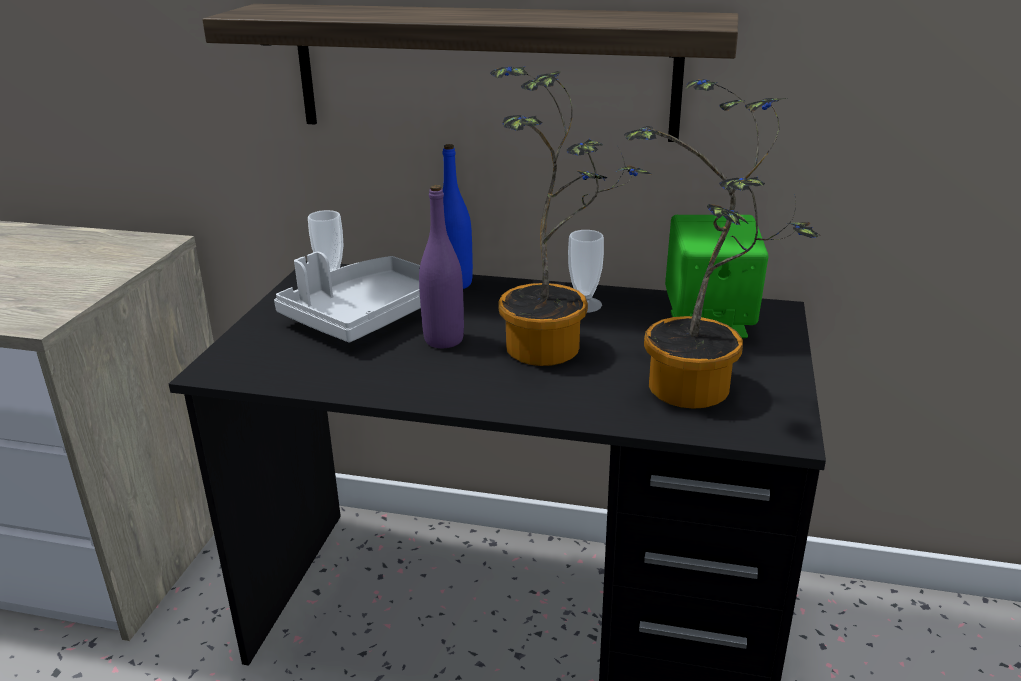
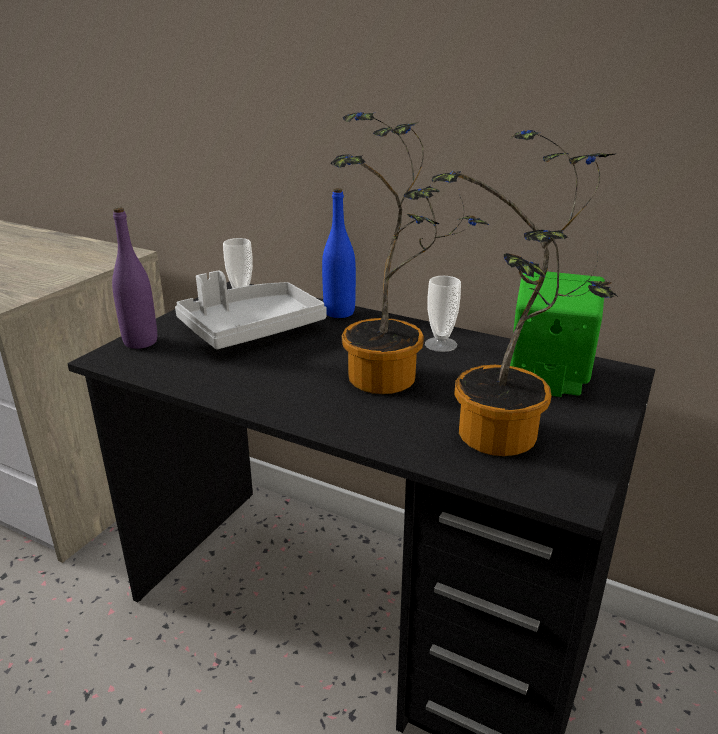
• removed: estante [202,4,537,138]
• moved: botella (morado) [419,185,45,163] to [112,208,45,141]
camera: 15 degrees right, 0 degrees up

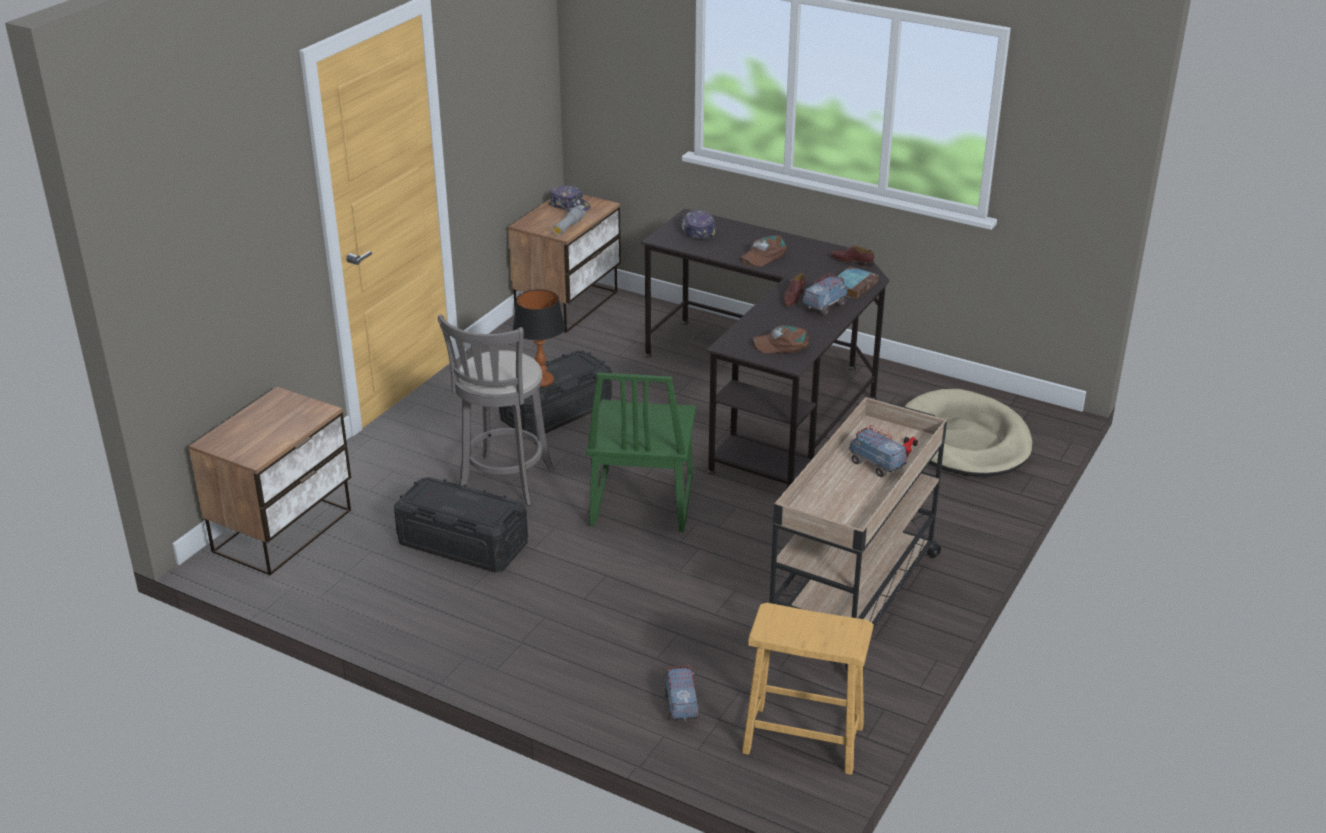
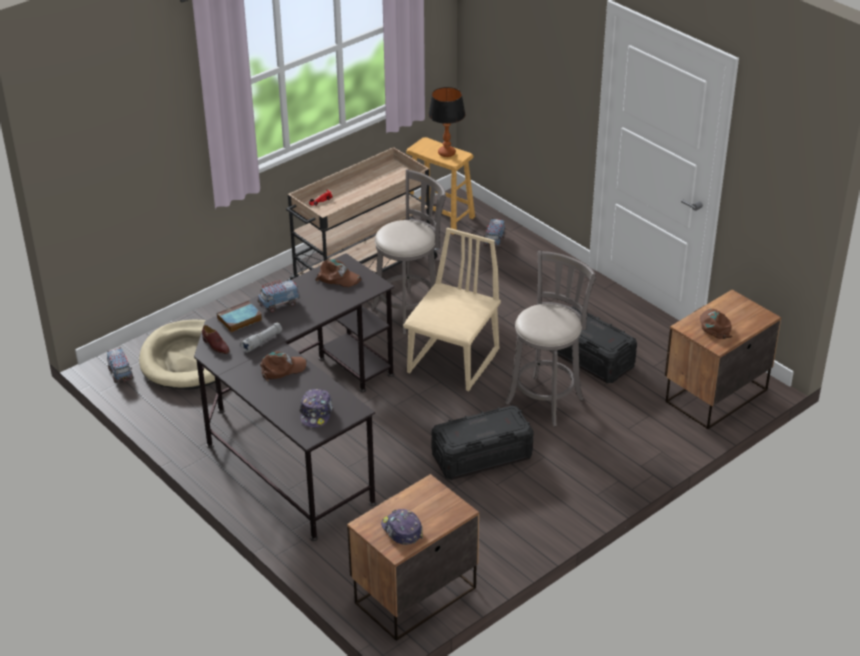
• moved: lámpara de mesa [513,289,52,98] to [428,87,37,70]
• moved: linterna (gris) [553,206,32,30] to [240,322,42,31]
• recoloured: silla (verde) [586,372,110,160] to silla (beis) [403,227,98,164]
• removed: zapato (marrón) [783,273,22,33]
• moved: camión de juguete [848,425,59,52] to [107,347,26,36]
• added: taburete (gris) [371,169,75,166]
• added: gorra (marrón) [700,309,32,30]
camera: 160 degrees left, 5 degrees up

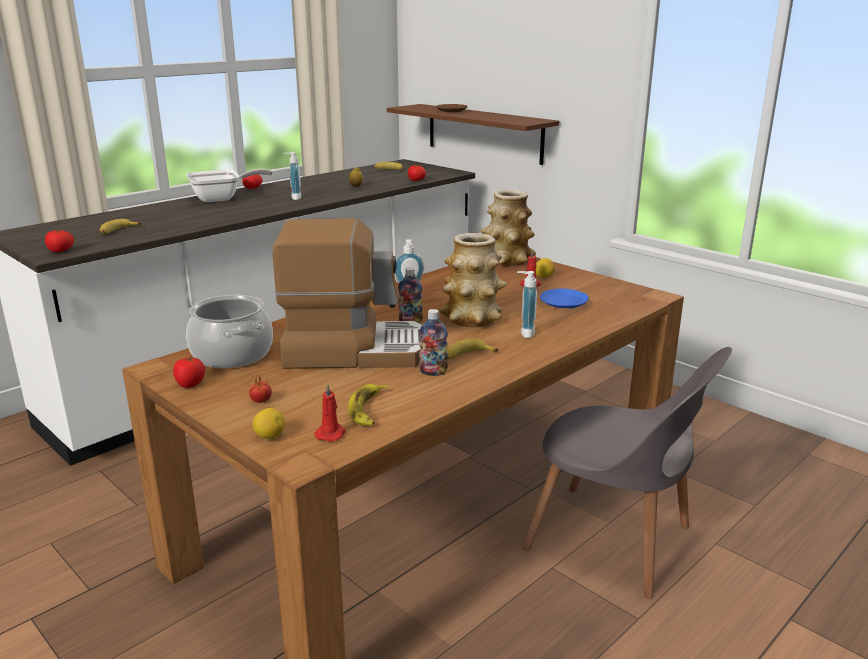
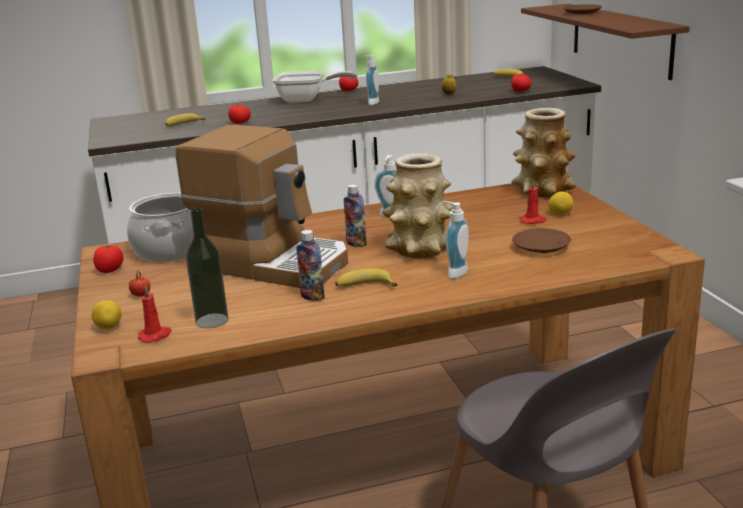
• moved: tomate [45,230,29,22] to [228,105,23,19]
• replaced: plátano [348,384,40,42] to botella [186,207,42,121]
• recoloured: plato (azul) [540,289,49,19] to plato (marrón) [512,228,59,25]
camera: 30 degrees right, 0 degrees up

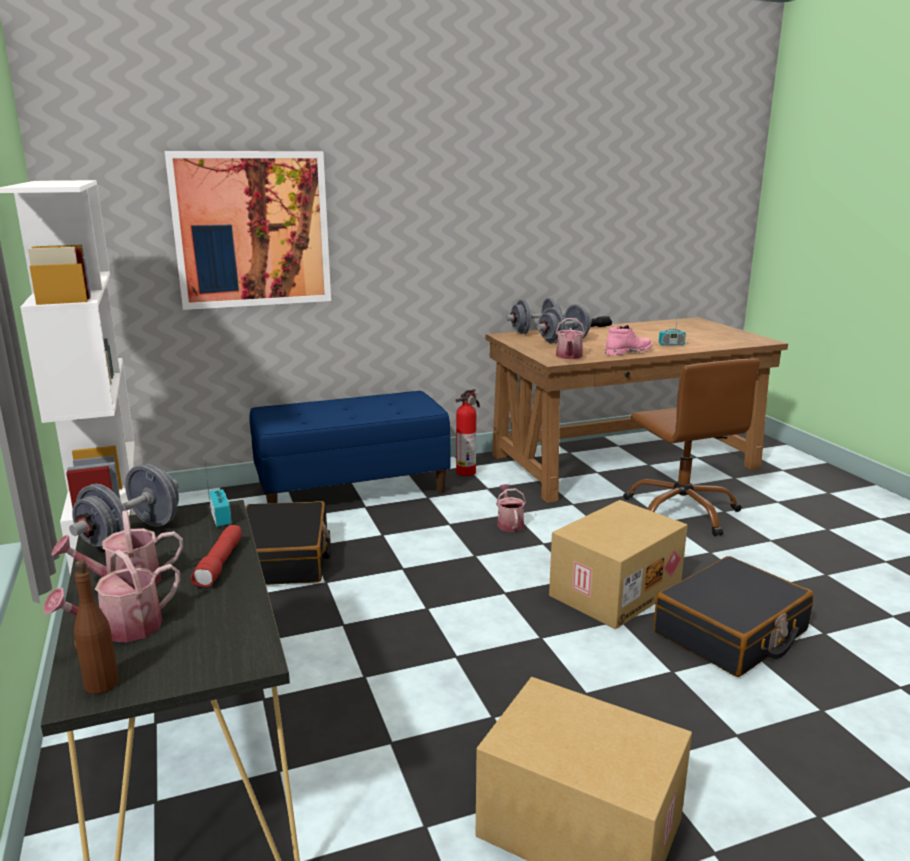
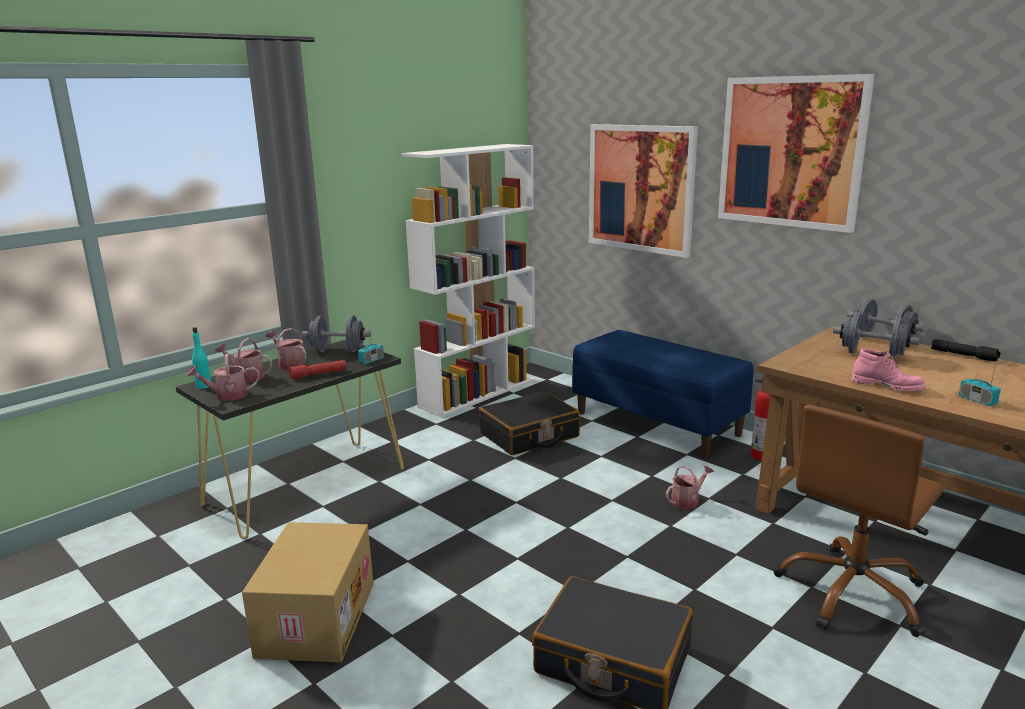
• recoloured: botella (marrón) [74,560,45,134] to botella (turquesa) [192,327,19,62]
• removed: caja de cartón [549,500,139,129]
• moved: regadera [556,318,29,41] to [186,354,74,47]
• added: cuadro [718,74,157,159]
camera: 65 degrees right, 0 degrees up

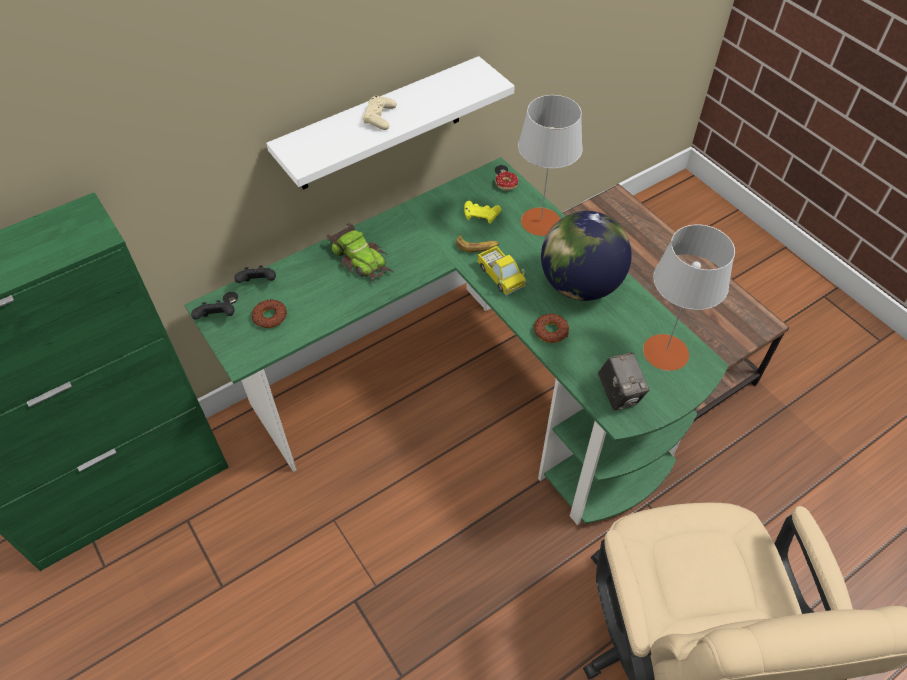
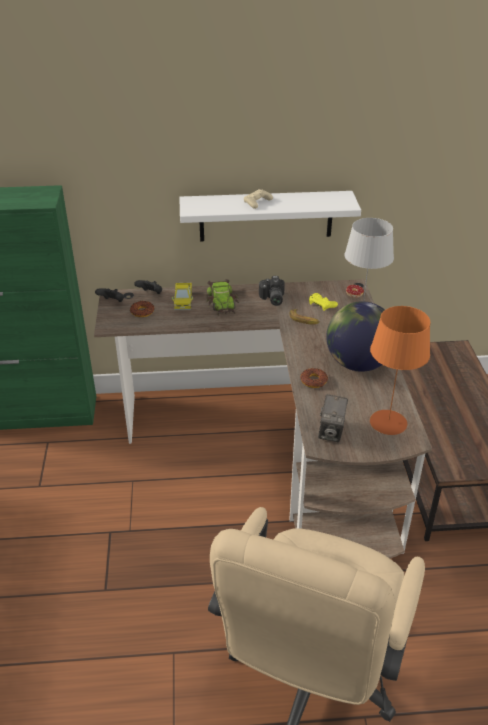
• recoloured: escritorio (verde) [184,157,545,368] to escritorio (marrón) [94,279,338,280]
• moved: camión de juguete [477,246,49,50] to [172,283,21,27]
• recoloured: lámpara de mesa (gris) [643,224,92,147] to lámpara de mesa (naranja) [370,306,60,129]
• added: cámara [259,276,26,30]
camera: 30 degrees right, 15 degrees down

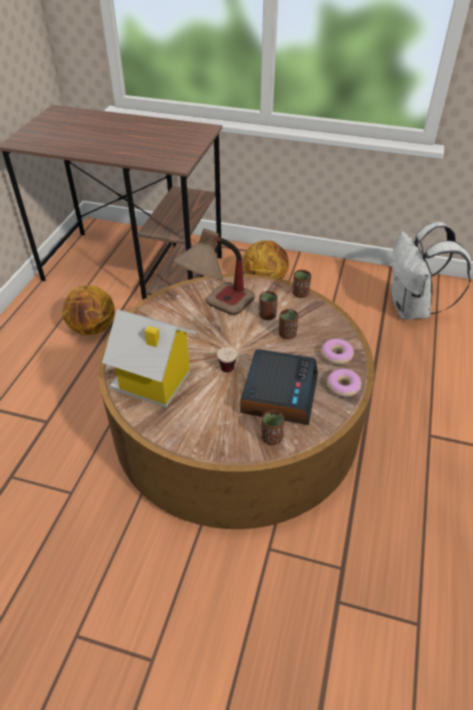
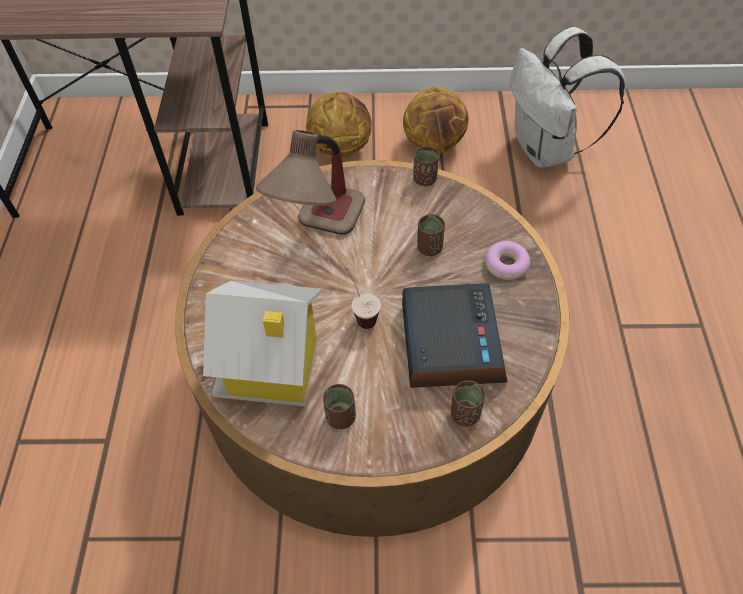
• moved: balón de baloncesto [62,285,53,50] to [403,87,66,67]
• moved: taza (marrón) [259,291,18,29] to [323,384,33,45]
• removed: rosquilla [327,369,34,28]
camera: 15 degrees left, 10 degrees up

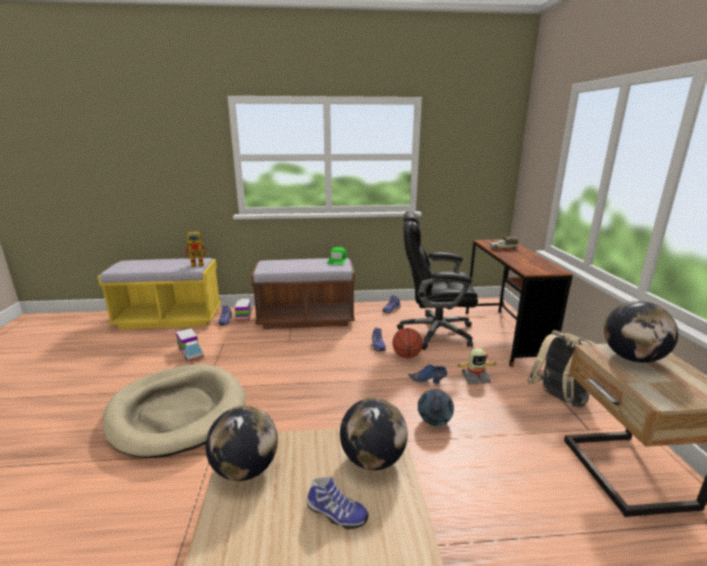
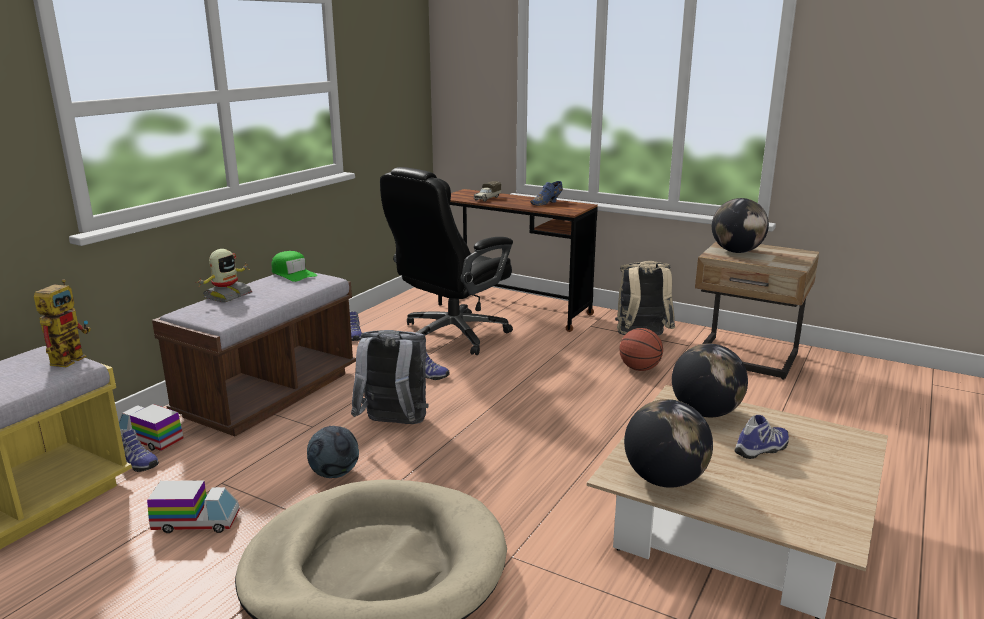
• moved: balón de baloncesto [392,328,31,30] to [619,328,44,43]
• moved: zapato (azul) [408,365,39,19] to [530,181,33,24]
• moved: balón de fútbol [418,389,36,37] to [307,426,52,52]
• moved: robot de juguete [456,348,41,36] to [199,249,53,53]
• added: mochila (gris) [351,330,78,94]
camera: 55 degrees left, 0 degrees up

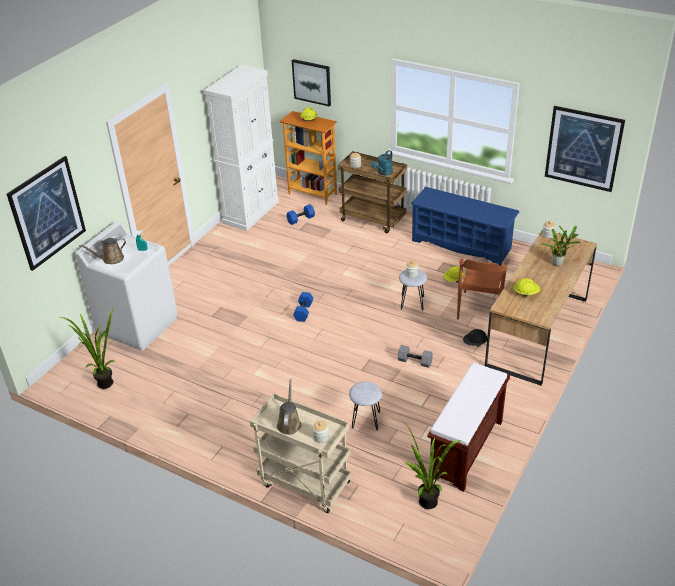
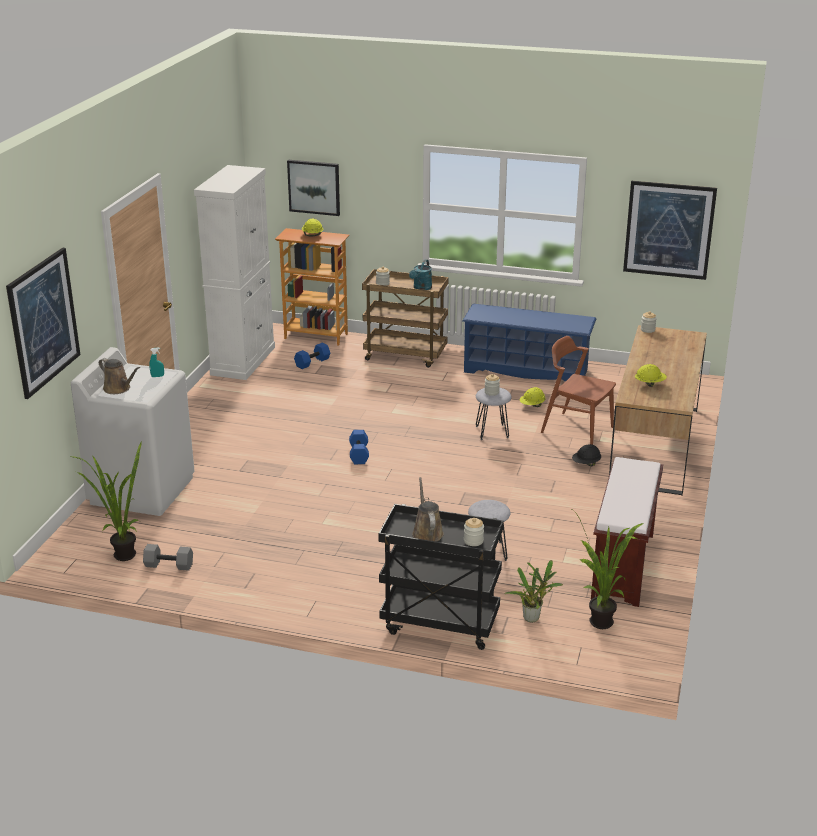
• turned: regadera (marrón) [79,237,47,27] = [99,358,41,36] 105 degrees counterclockwise
• recoloured: carrito (beis) [250,393,101,120] to carrito (negro) [378,504,126,146]
• moved: mancuerna (gris) [397,345,36,23] to [143,544,50,27]
• turned: silla (marrón) [457,259,50,61] = [541,336,75,109] 120 degrees clockwise
• moved: planta en maceta [540,226,41,40] to [504,560,59,63]
camera: 15 degrees left, 10 degrees down

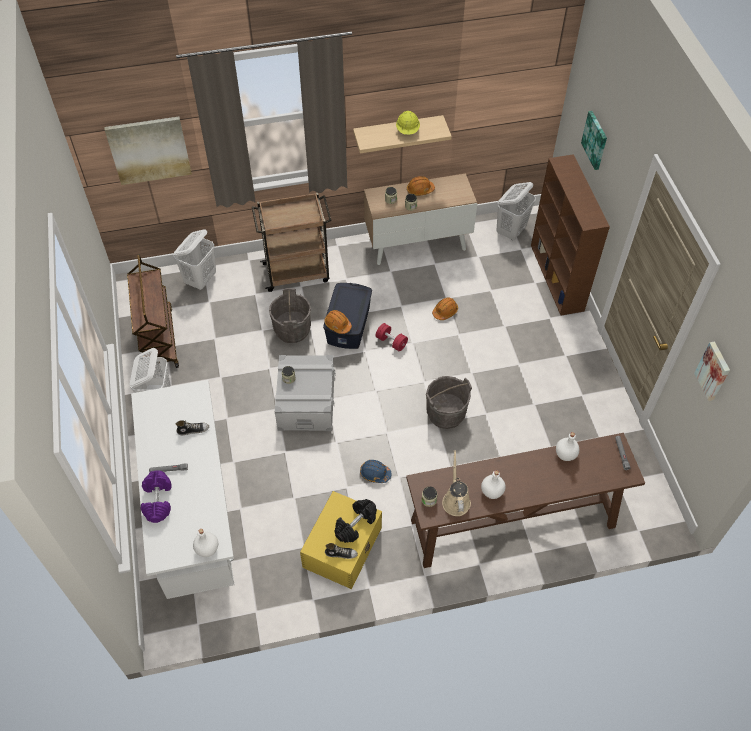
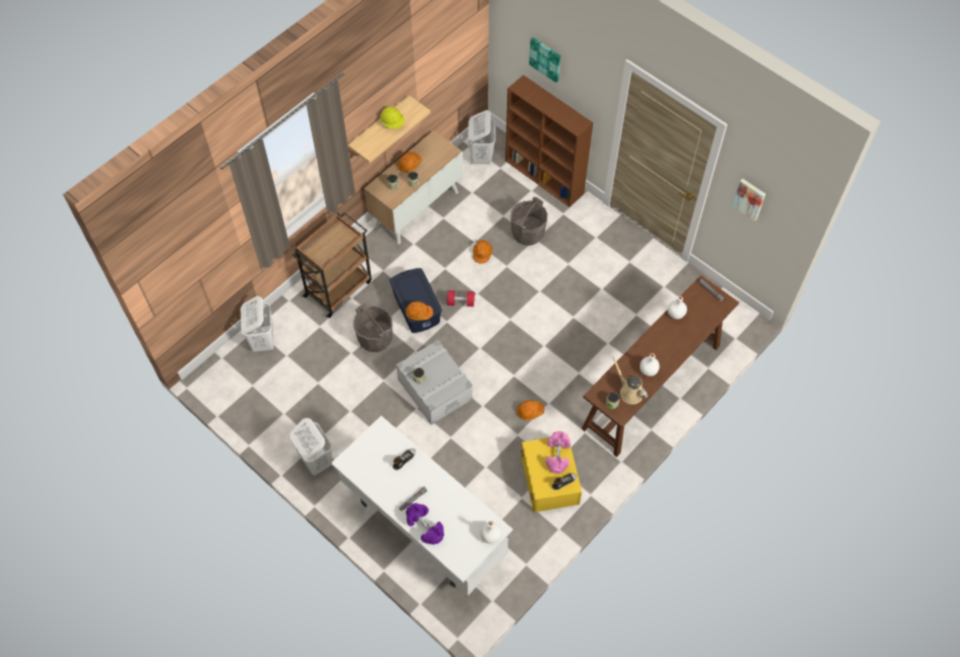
• removed: cuadro [104,117,88,68]
• removed: carrito (marrón) [127,254,52,114]
• recoloured: mancuerna (negro) [334,499,43,44] to mancuerna (rosa) [546,431,25,43]
• recoloured: casco (azul) [360,460,31,23] to casco (naranja) [517,400,27,20]
• moved: cubo (gris) [426,376,46,53] to [511,197,37,49]
camera: 35 degrees left, 5 degrees up

